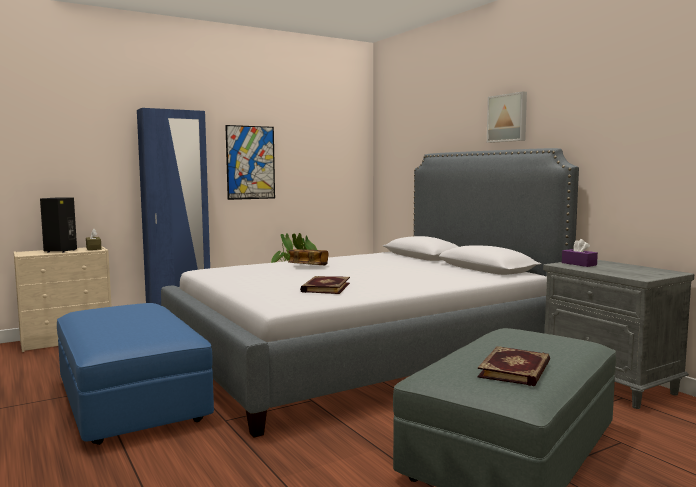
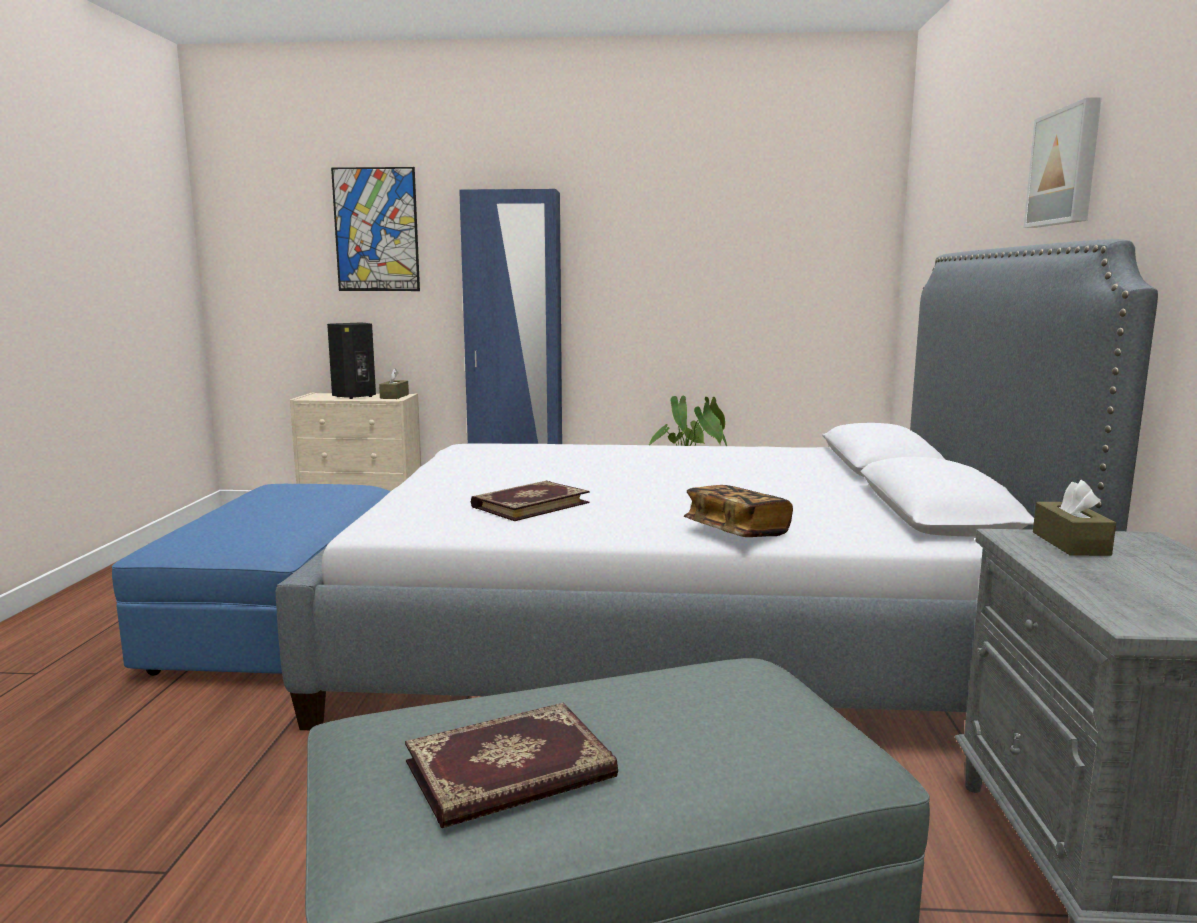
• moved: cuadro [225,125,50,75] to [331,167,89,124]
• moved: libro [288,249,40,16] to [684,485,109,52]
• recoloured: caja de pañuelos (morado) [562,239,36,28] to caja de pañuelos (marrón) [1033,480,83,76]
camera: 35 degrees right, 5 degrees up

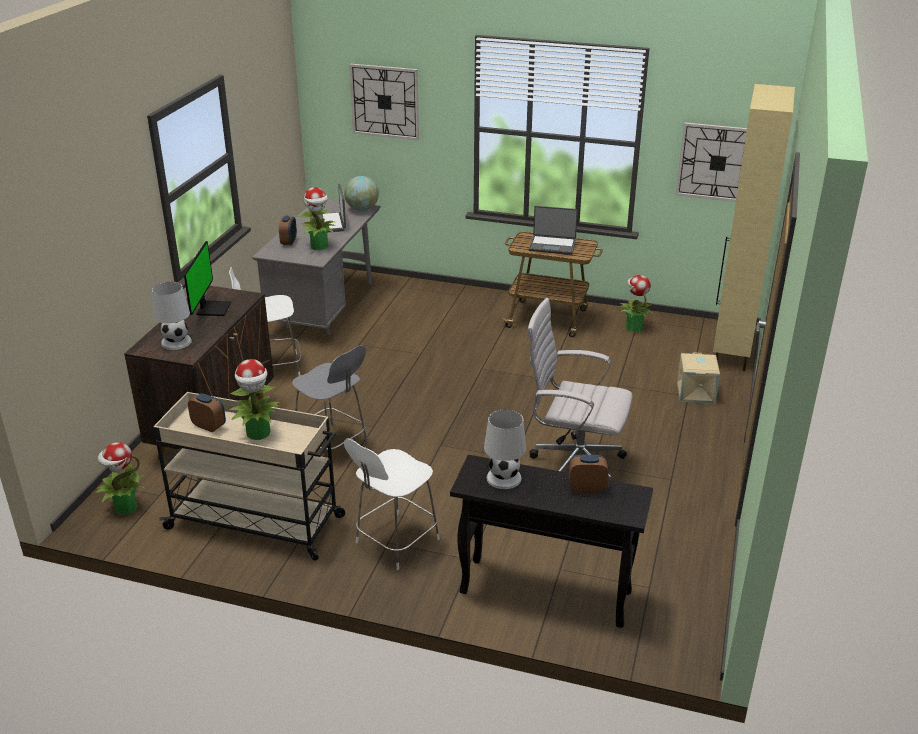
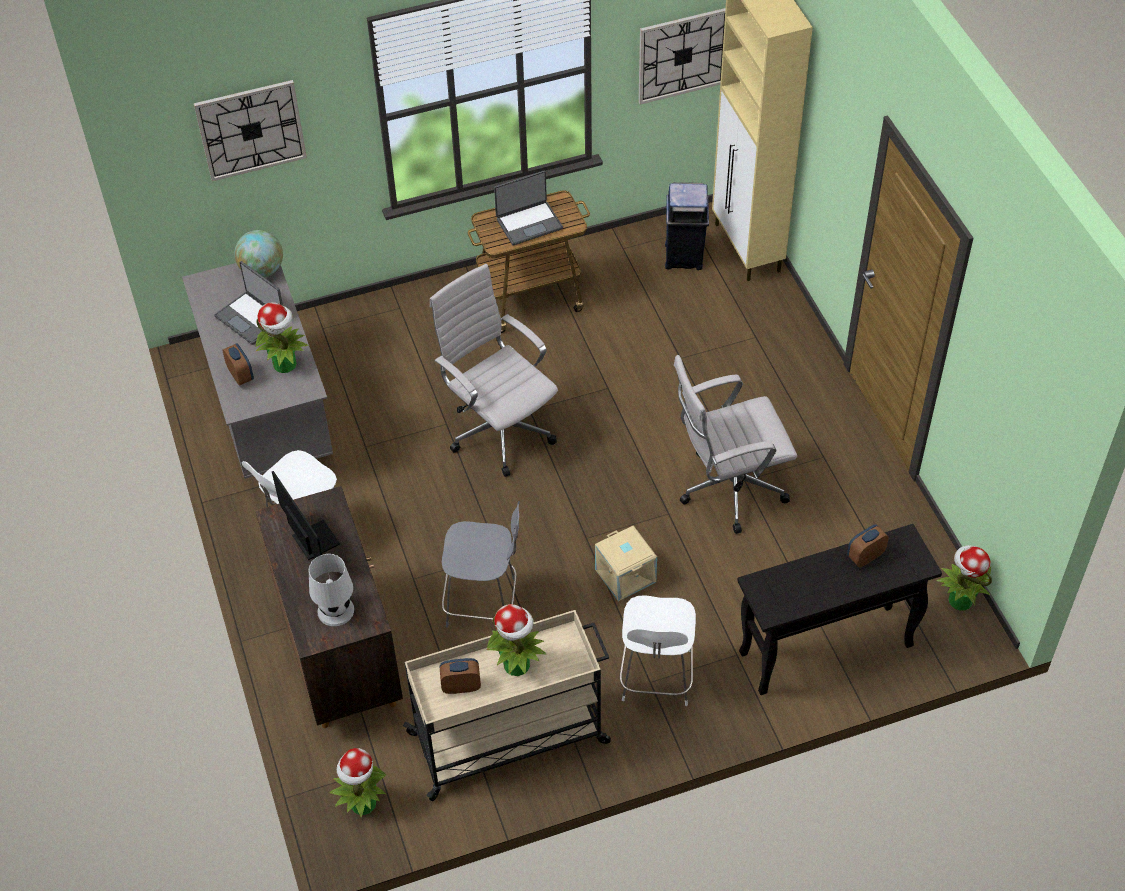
• removed: lámpara de mesa (blanco) [484,409,42,80]
• moved: planta en maceta [620,275,35,57] to [936,545,56,66]
• moved: caja de almacenaje (beis) [677,352,43,52] to [595,525,62,76]
• added: silla de oficina (blanco) [430,264,128,213]
• added: papelera (azul) [665,182,44,88]
camera: 35 degrees left, 20 degrees up

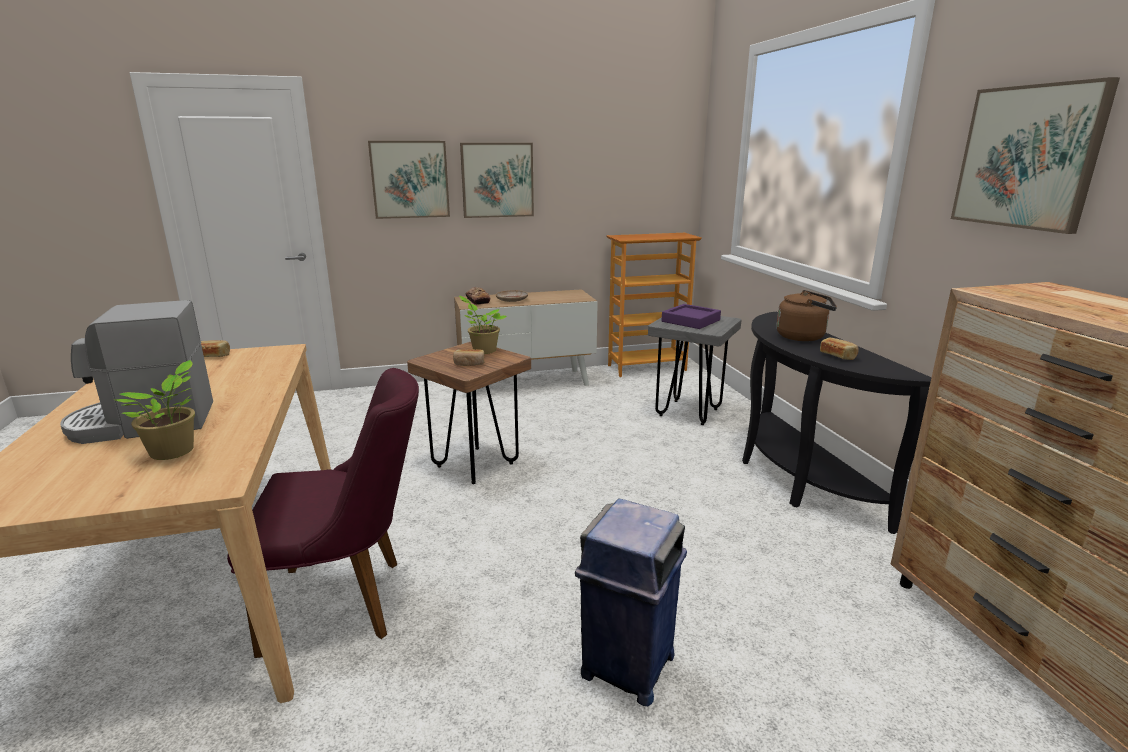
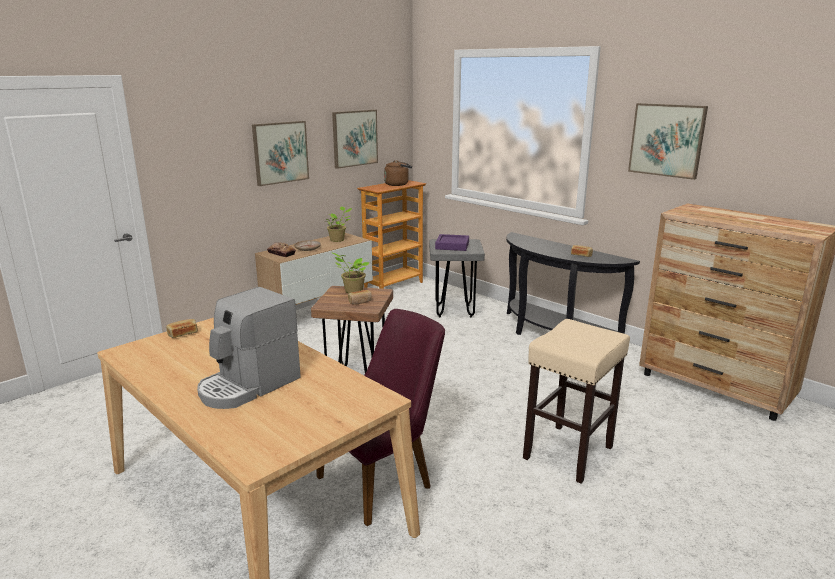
• moved: planta en maceta [115,360,80,100] to [326,206,26,36]
• moved: cuadro [368,141,82,78] to [332,110,46,59]
• replaced: papelera (azul) [575,499,112,207] to taburete (beis) [523,319,107,164]
• moved: hervidor (marrón) [776,290,61,51] to [384,161,28,25]
camera: 30 degrees left, 0 degrees up

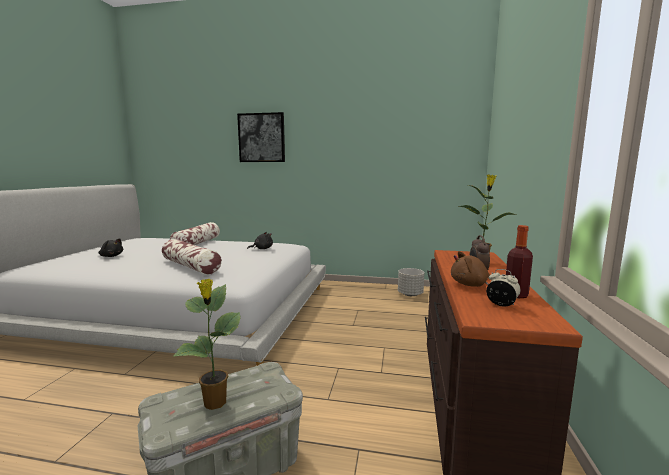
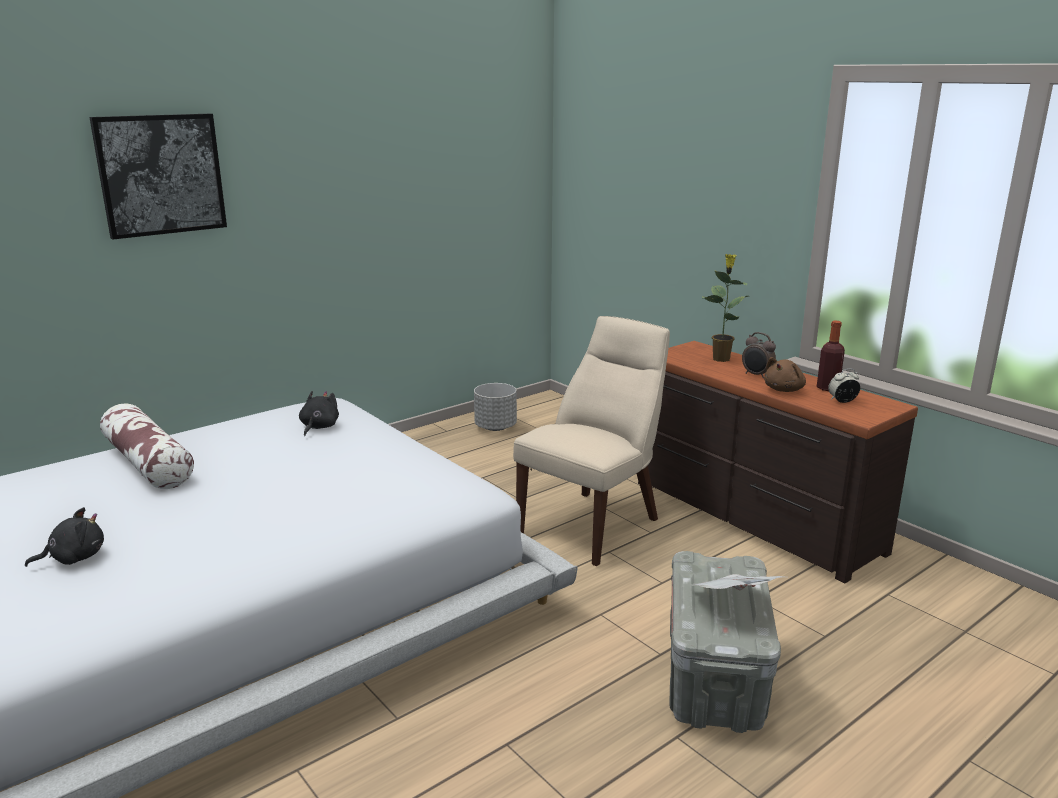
• removed: cojín [162,239,60,36]
• replaced: planta en maceta [174,279,66,131] to periódico [693,574,91,17]
• added: silla (beis) [513,316,157,250]
camera: 50 degrees left, 10 degrees up

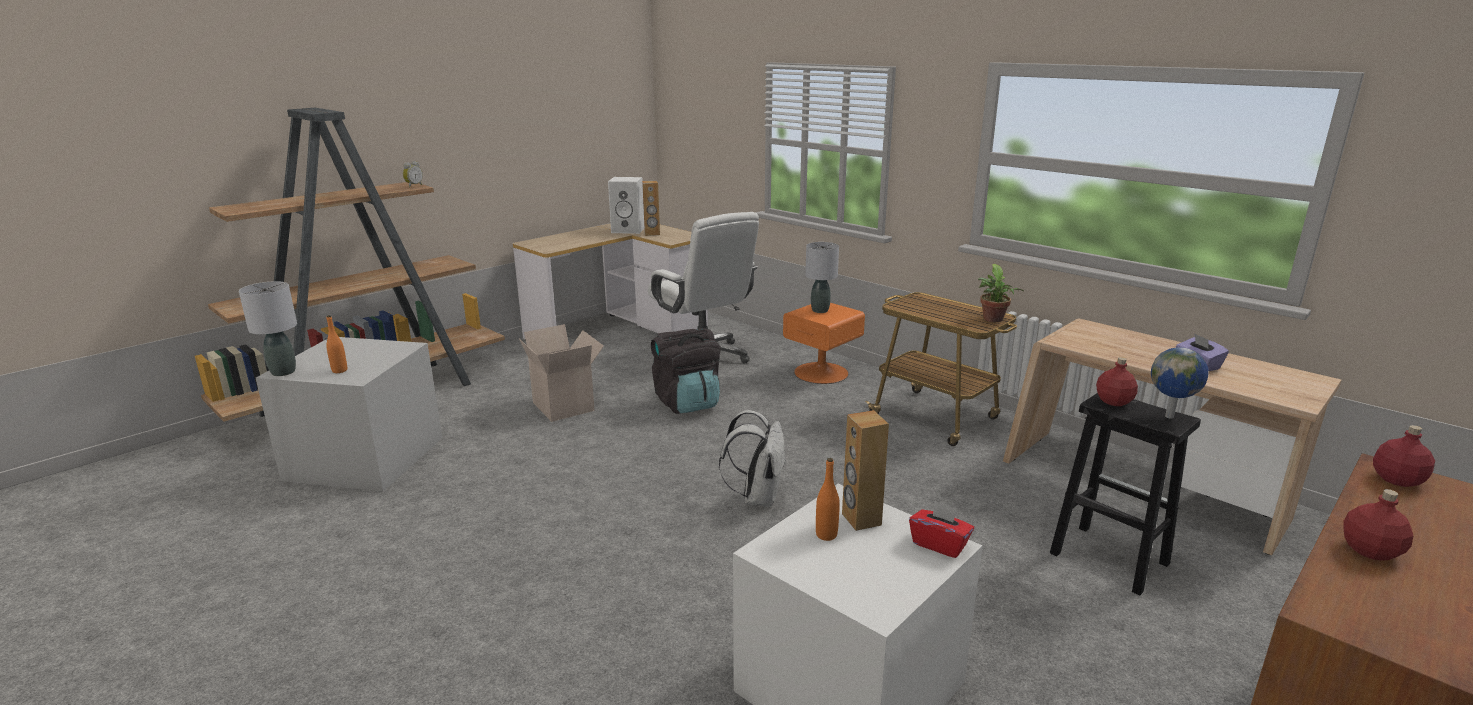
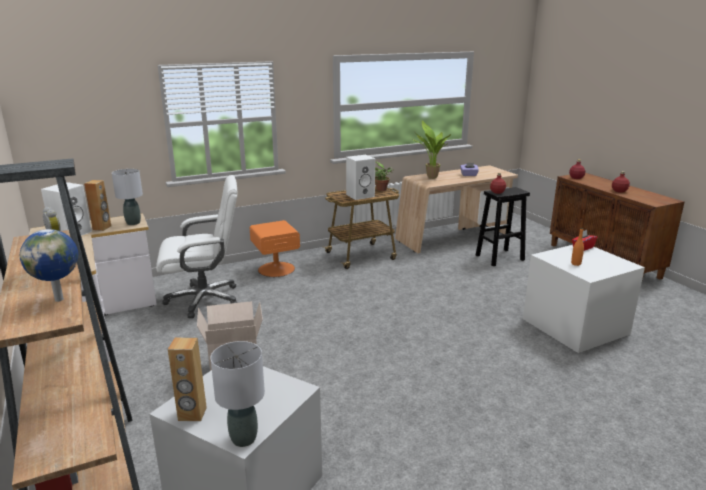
• removed: botella (naranja) [326,315,21,58]
• removed: mochila (negro) [651,328,69,86]
• removed: mochila (blanco) [719,410,67,97]
• moved: lámpara de mesa (gris) [805,242,34,71] to [112,169,31,56]
• moved: altavoz (marrón) [842,410,47,121] to [168,337,39,84]
• moved: globo terráqueo [1151,347,58,72] to [20,229,58,73]
• added: altavoz (blanco) [346,155,29,45]
• added: planta en maceta [412,120,39,59]
camera: 70 degrees left, 0 degrees up

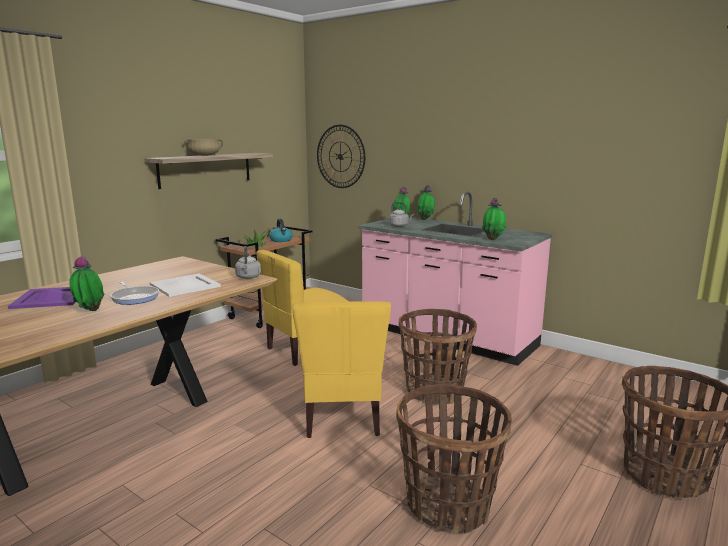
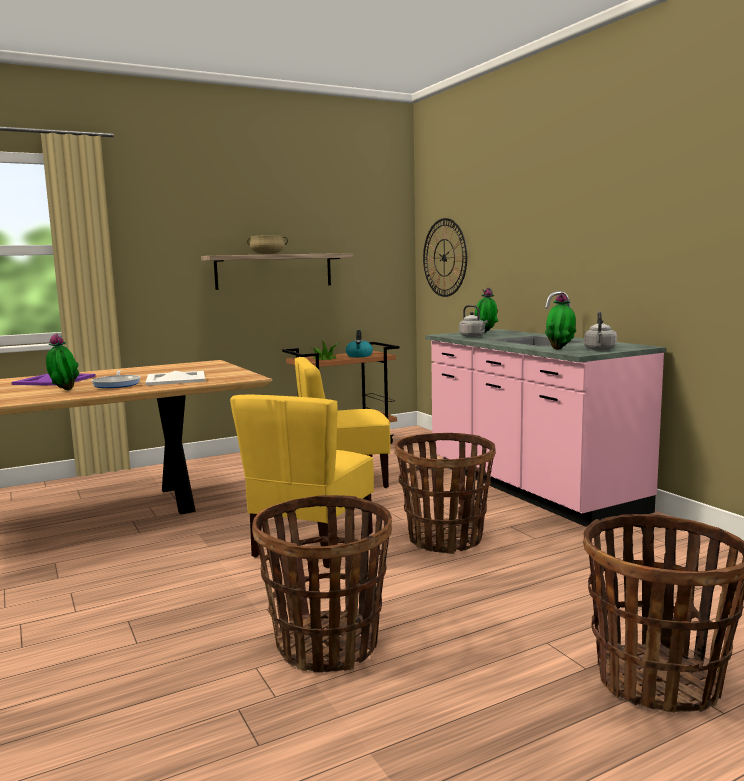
• moved: hervidor (gris) [235,246,26,33] to [584,311,33,40]
• removed: planta en maceta [417,185,18,35]
camera: 25 degrees right, 5 degrees down

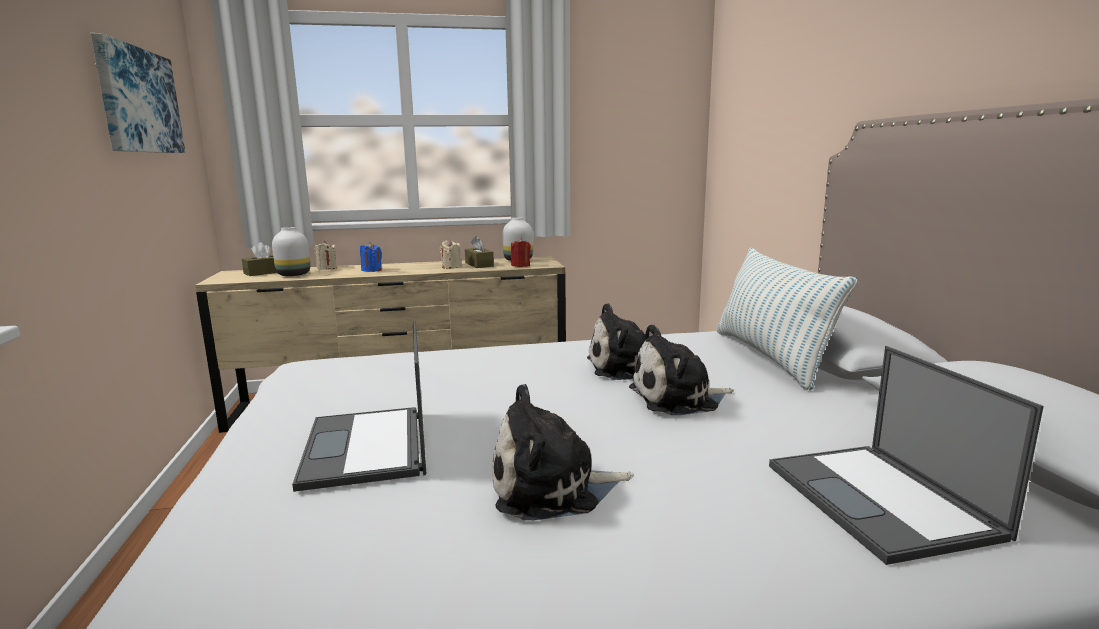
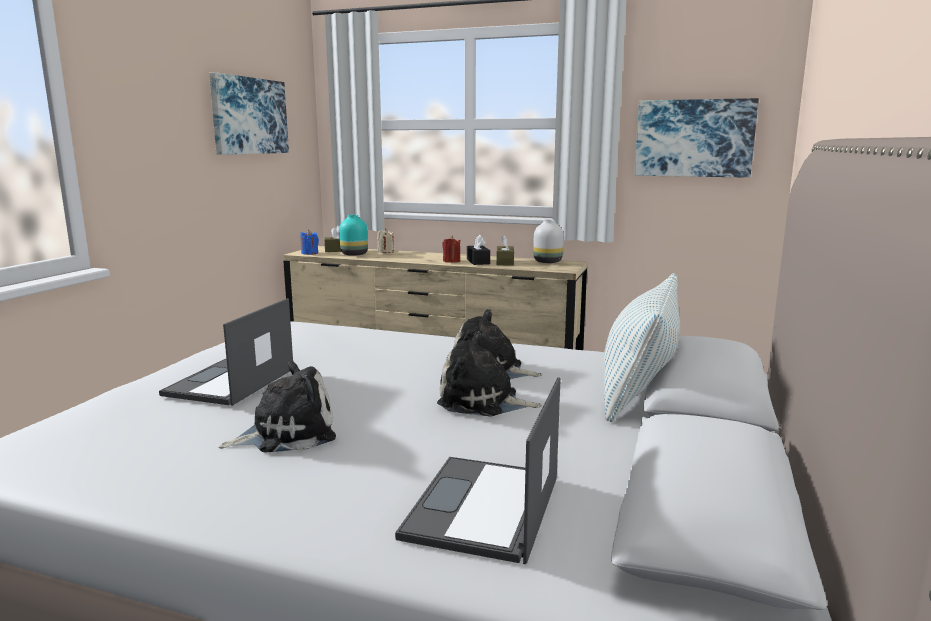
• recoloured: florero (blanco) [272,227,38,49] to florero (turquesa) [339,215,29,41]
• moved: vela (azul) [360,242,22,30] to [301,229,18,26]
• replaced: vela (beis) [440,240,22,29] to caja de pañuelos (negro) [467,235,23,30]
• turned: peluche [492,384,142,136] = [219,361,117,92] 135 degrees clockwise
• moved: vela (rojo) [511,238,20,29] to [442,236,19,27]
• added: cuadro [634,98,125,80]
camera: 30 degrees right, 0 degrees up

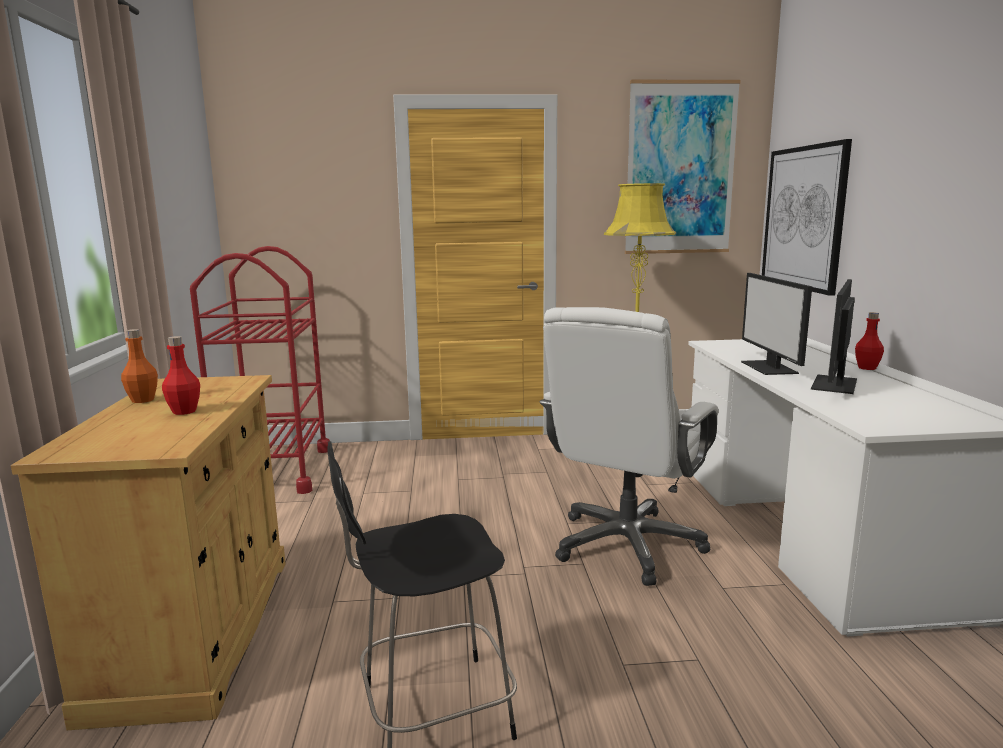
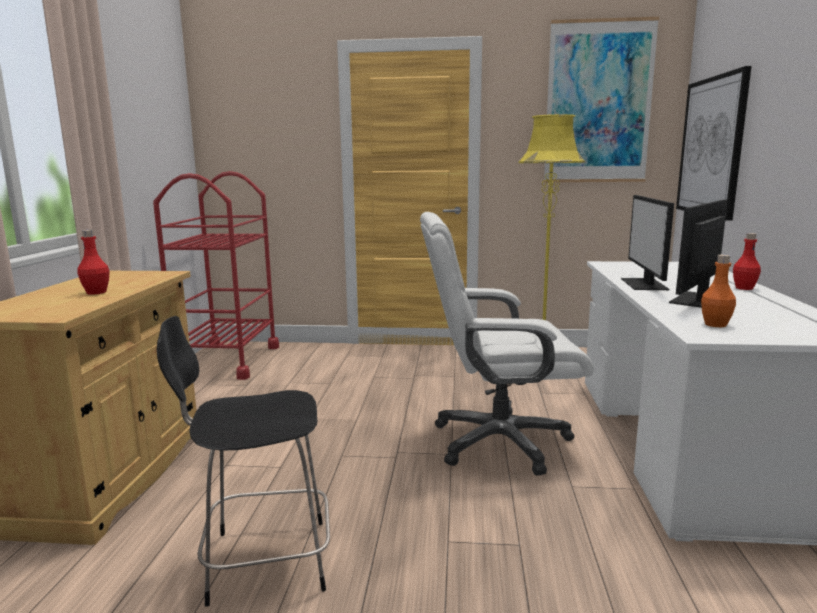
• moved: botella (naranja) [121,329,37,74] to [701,255,35,72]
• turned: silla de oficina (blanco) [540,307,179,279] = [420,212,174,264] 45 degrees clockwise
camera: 10 degrees right, 0 degrees up

